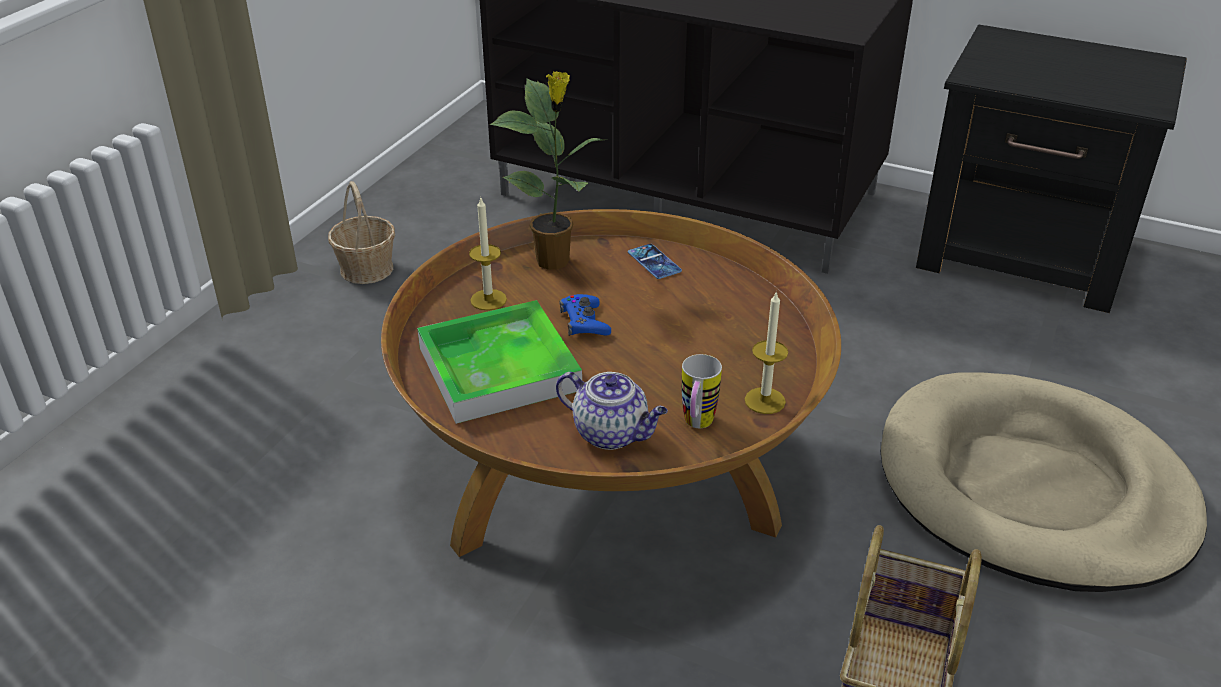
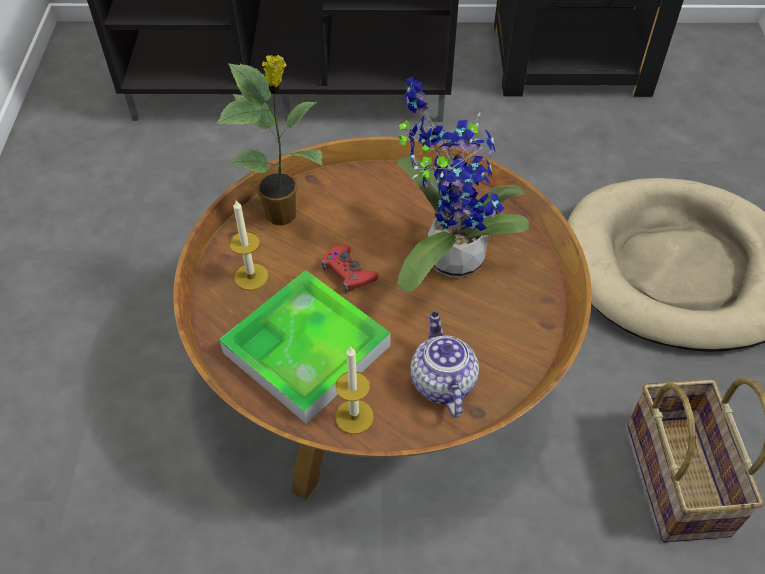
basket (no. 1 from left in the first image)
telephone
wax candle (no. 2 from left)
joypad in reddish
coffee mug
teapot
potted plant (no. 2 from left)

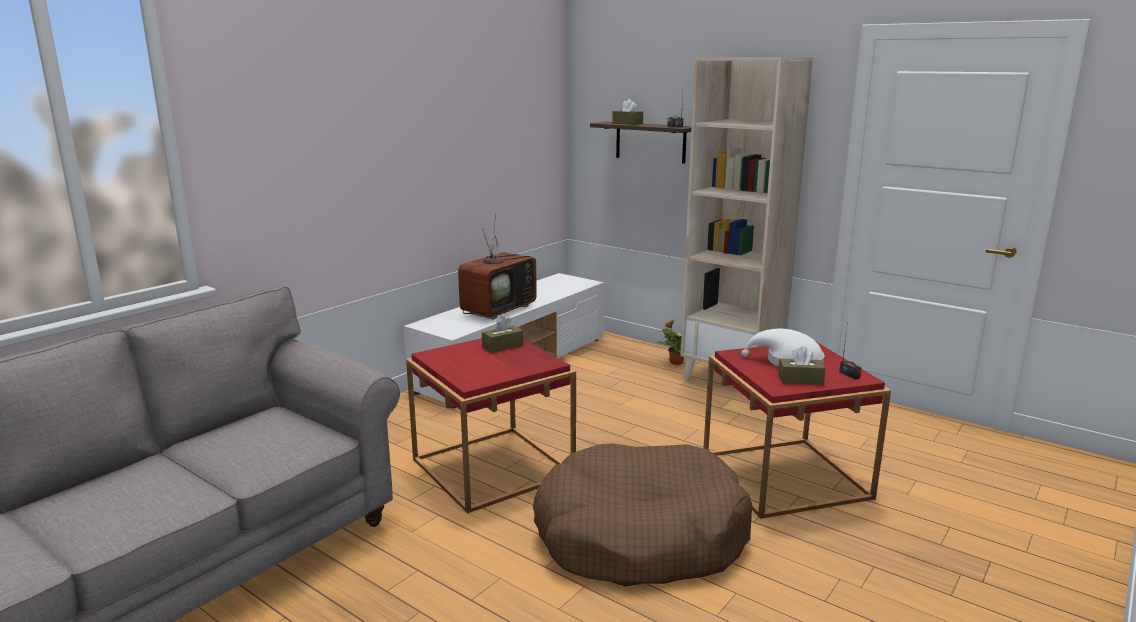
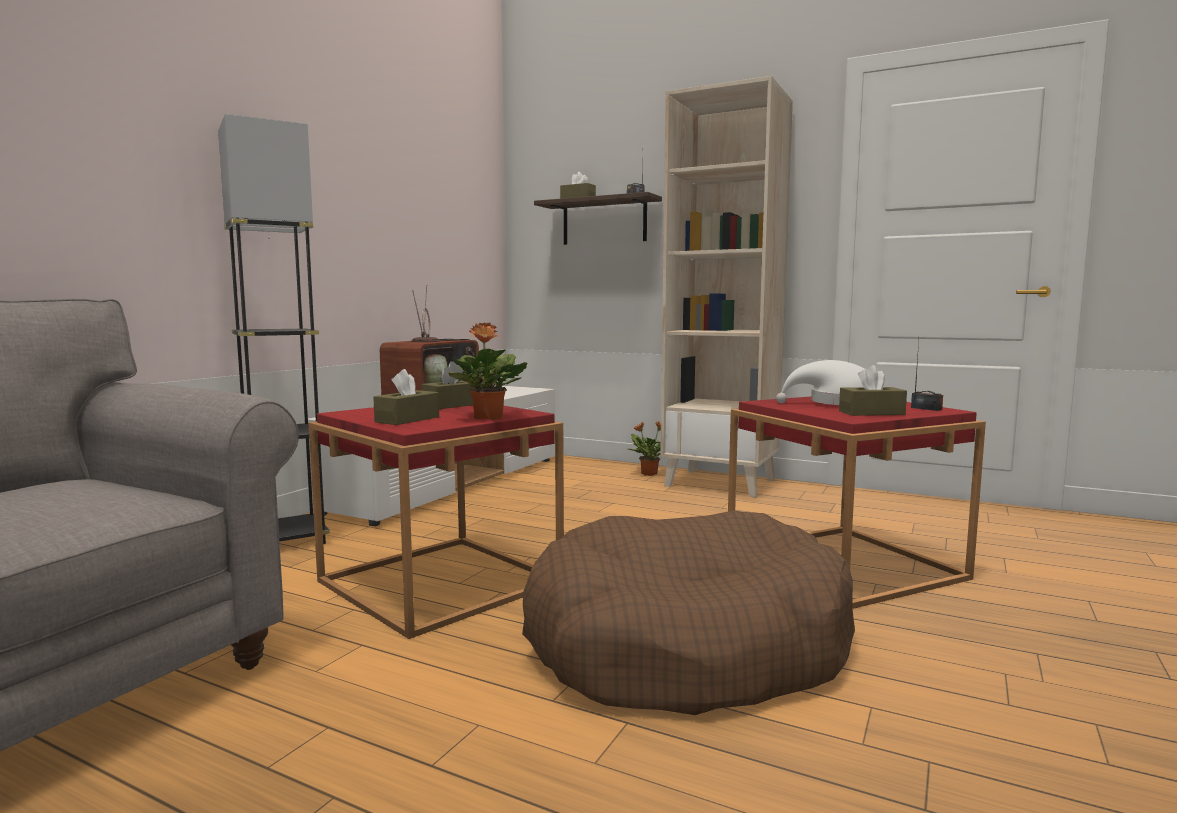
floor lamp in gray
potted plant (no. 1 from left)
tissue holder in brown-coloured (no. 1 from left)

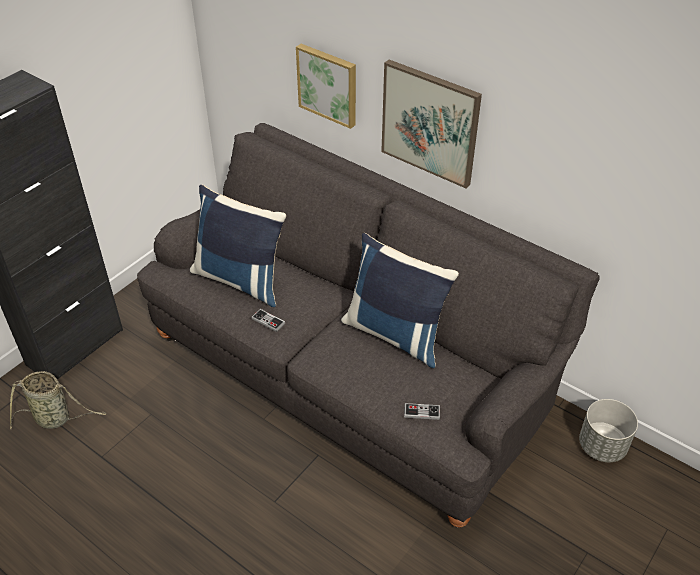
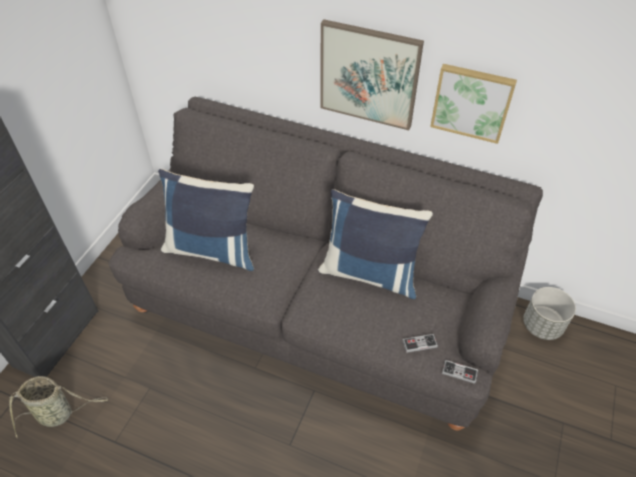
wall picture (no. 2 from left)
joypad (no. 2 from left)

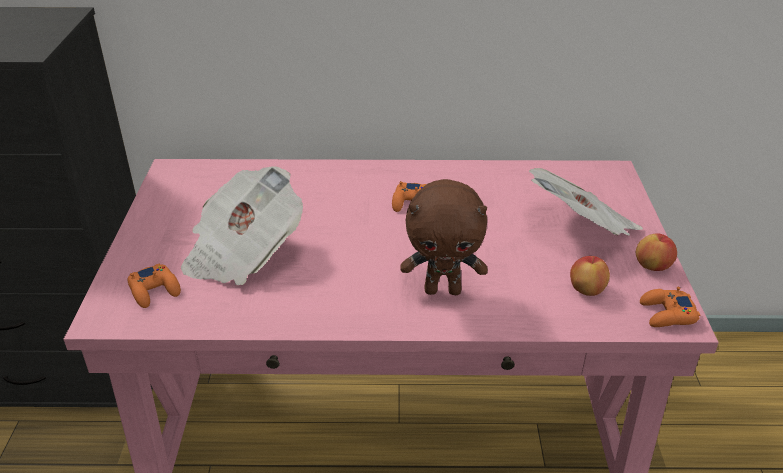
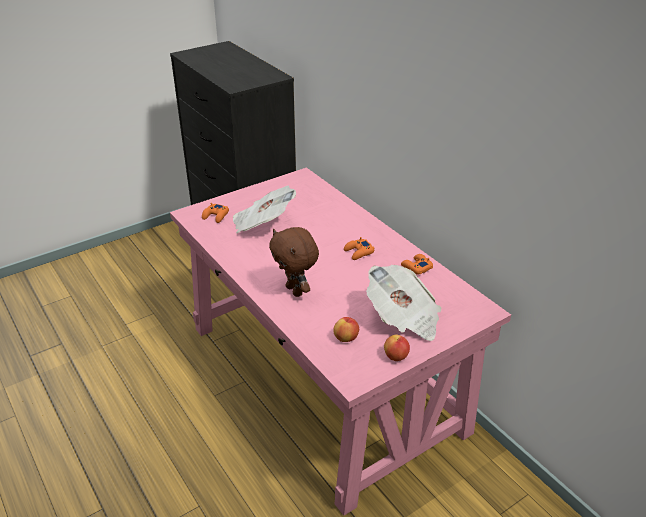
joypad in orangey (no. 3 from left)

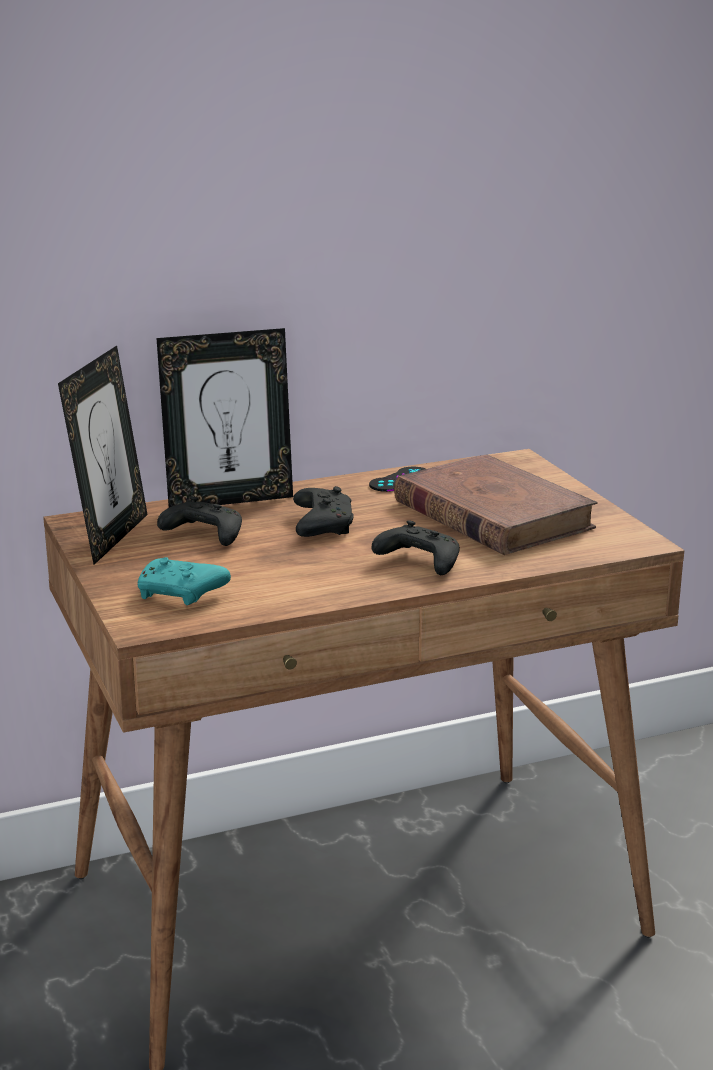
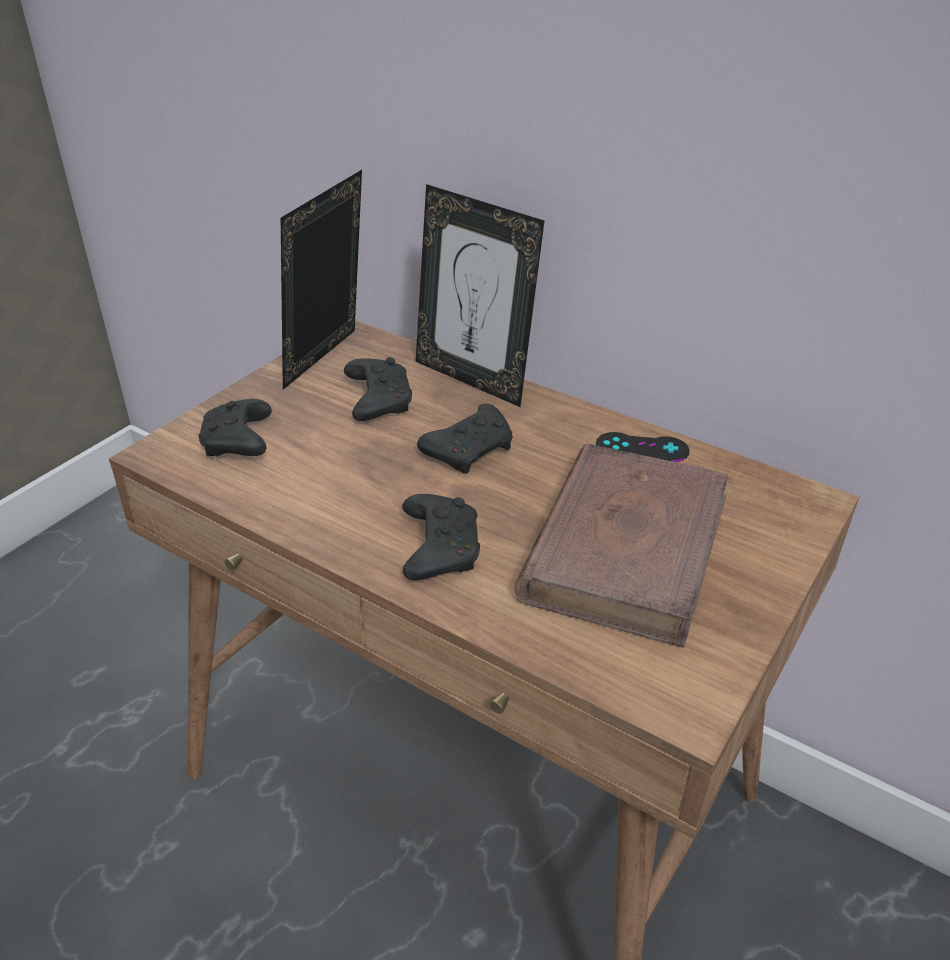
picture frame (no. 1 from left)
joypad in black-coloured (no. 1 from left)

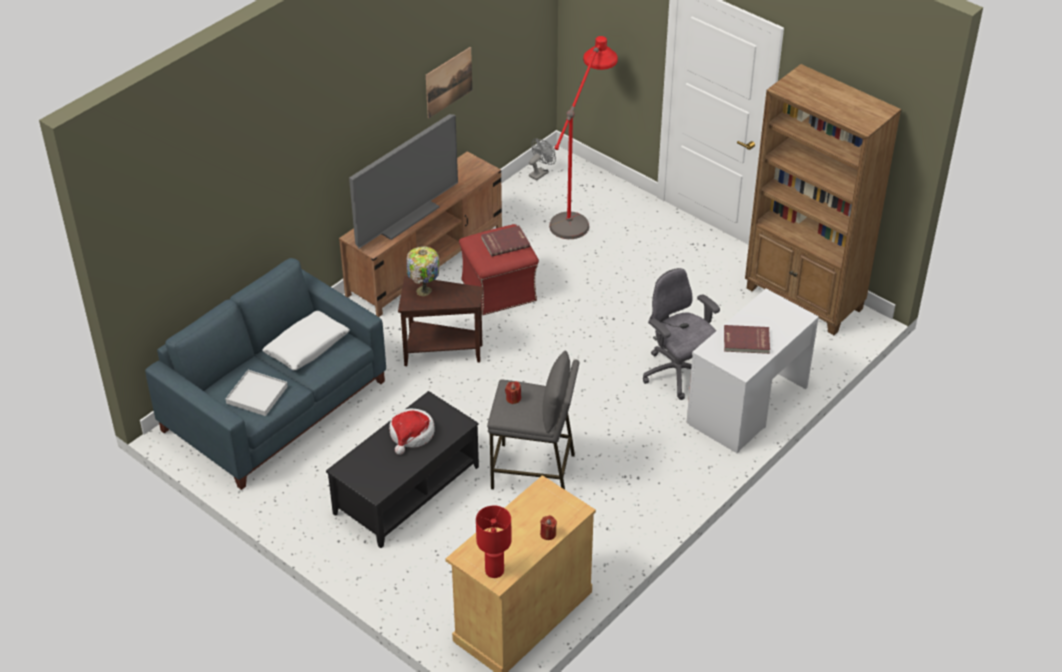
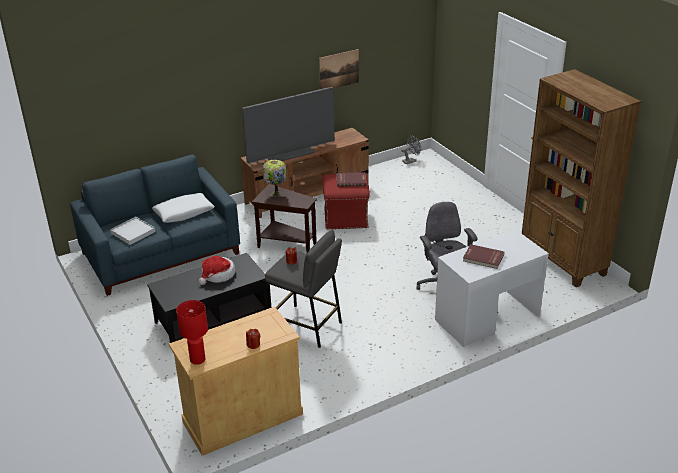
floor lamp in reddish

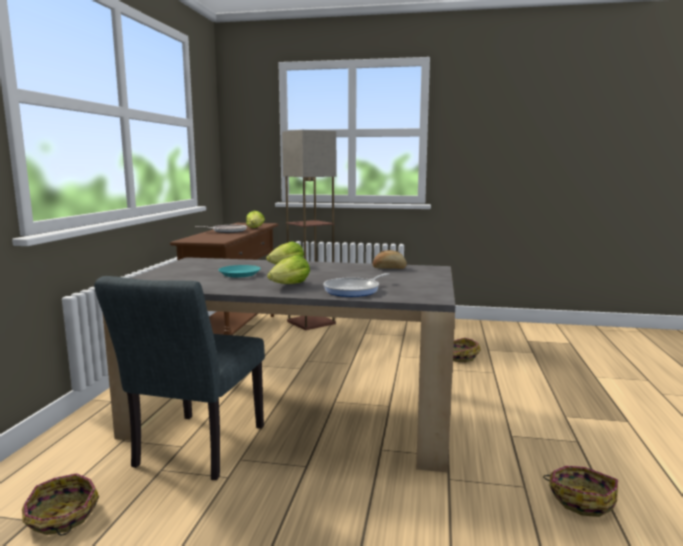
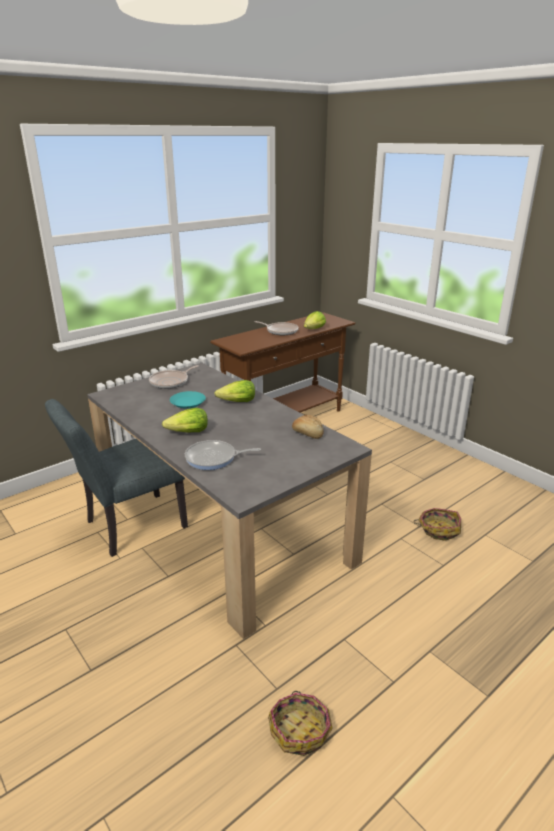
floor lamp
basket (no. 1 from left in the first image)
pan (no. 1 from left)

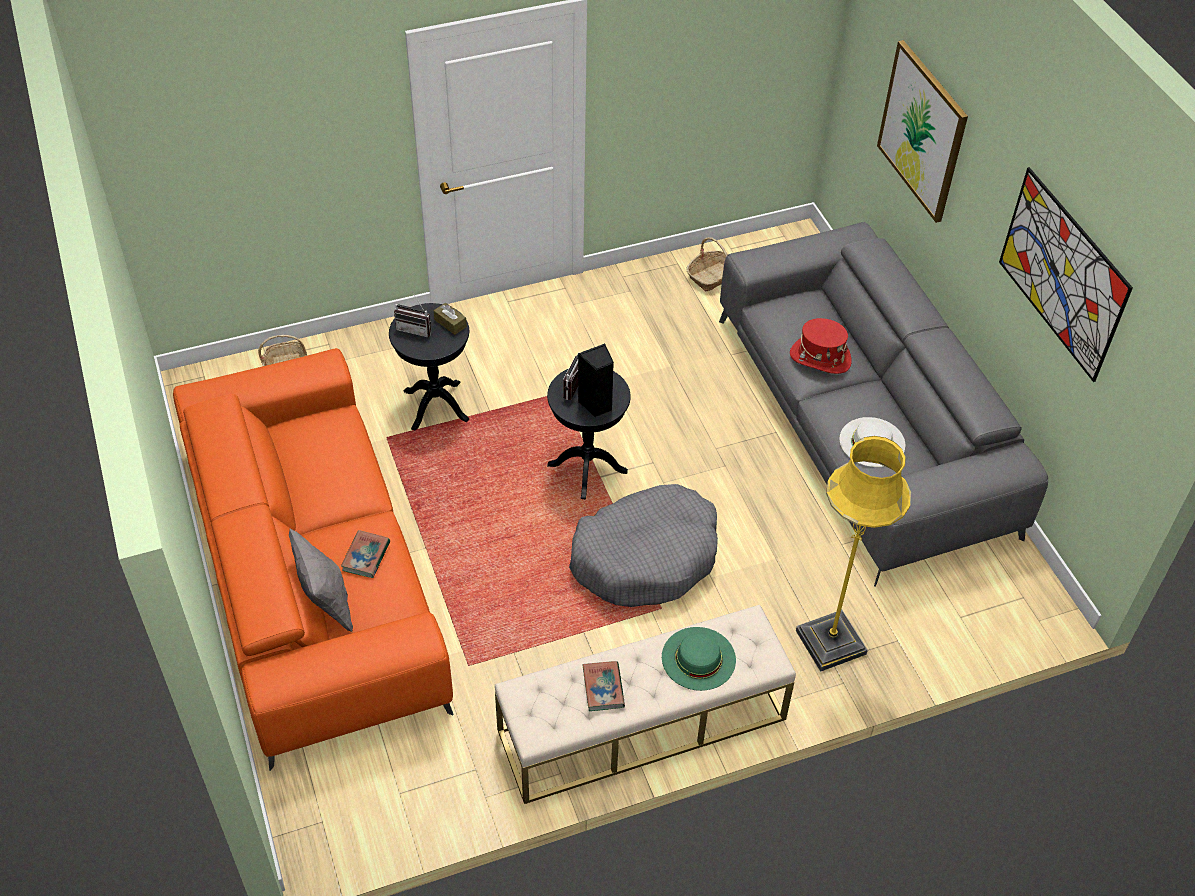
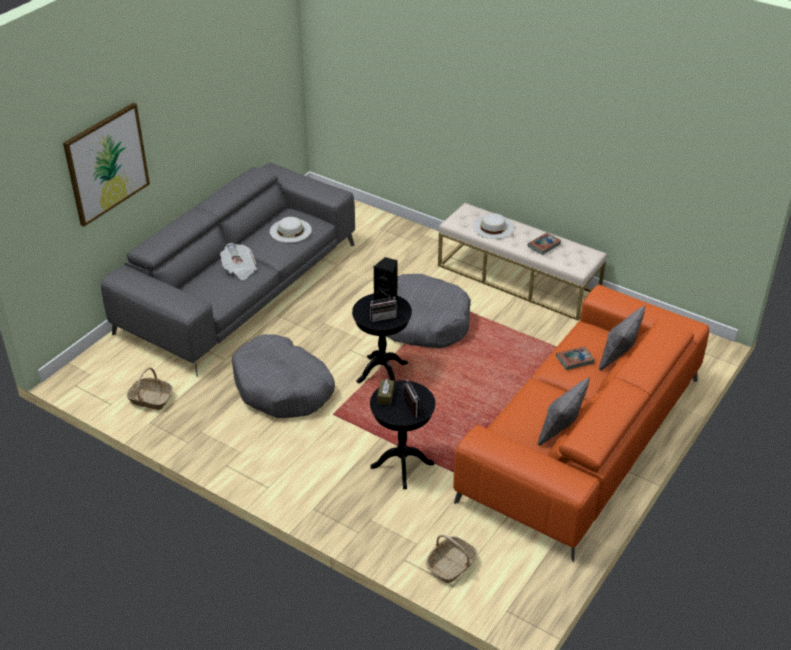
wall picture (no. 2 from left in the first image)
daily paper
floor lamp in yellowish
clothing hat in whitish (no. 2 from left)
dog bed in gray (no. 1 from left)
pillow in gray (no. 1 from left)

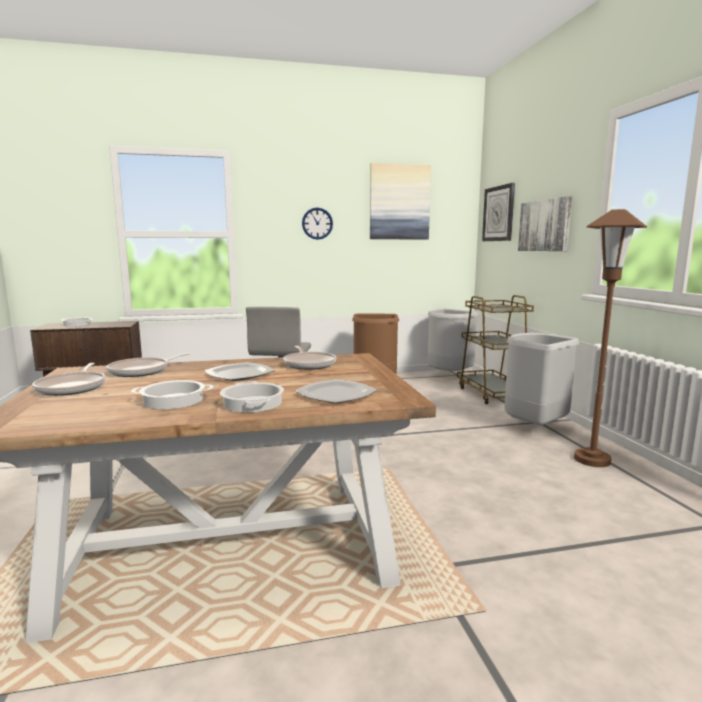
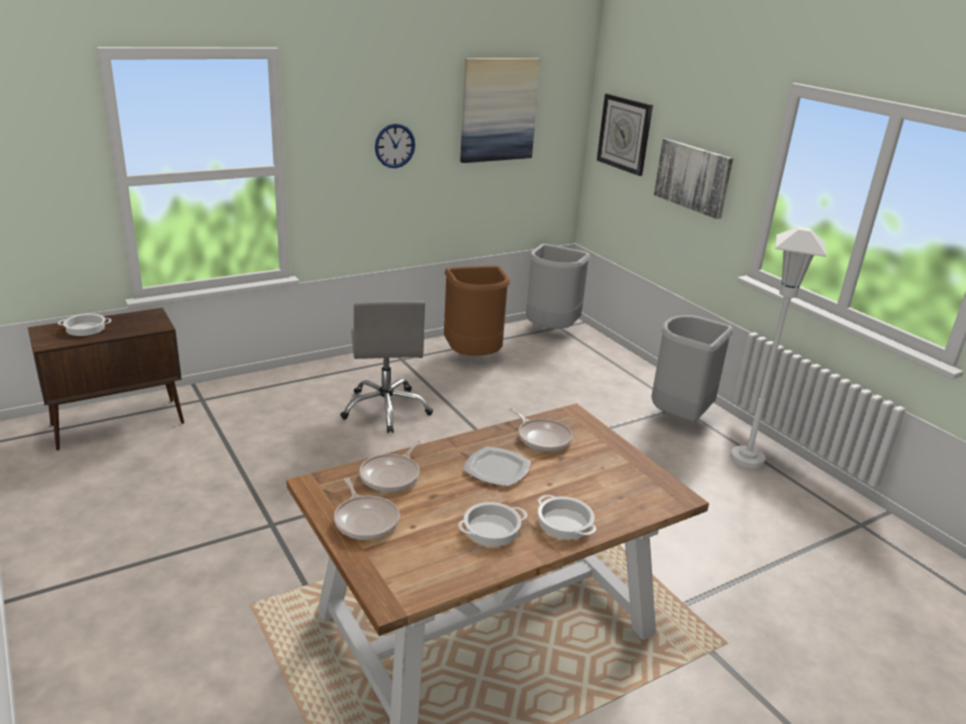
floor lamp in whitish
cart in brown-coloured
dinner plate (no. 2 from left in the first image)

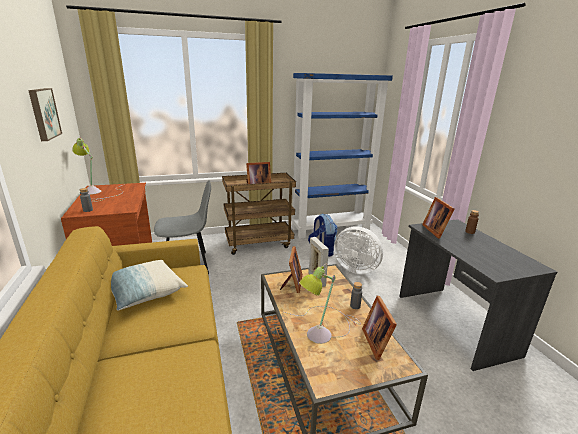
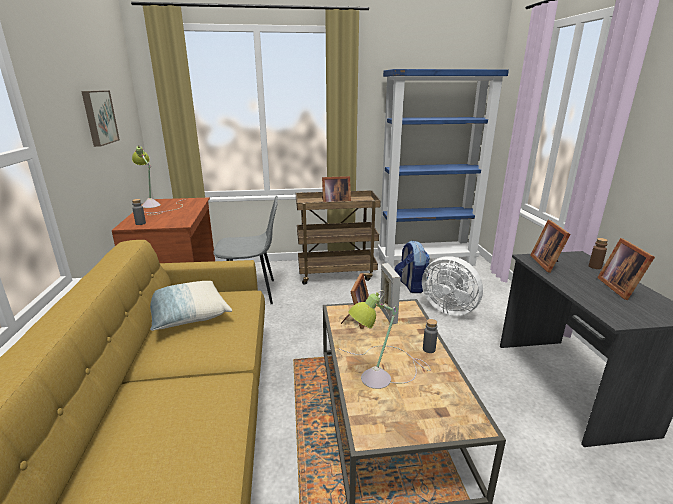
picture frame (no. 5 from left)

